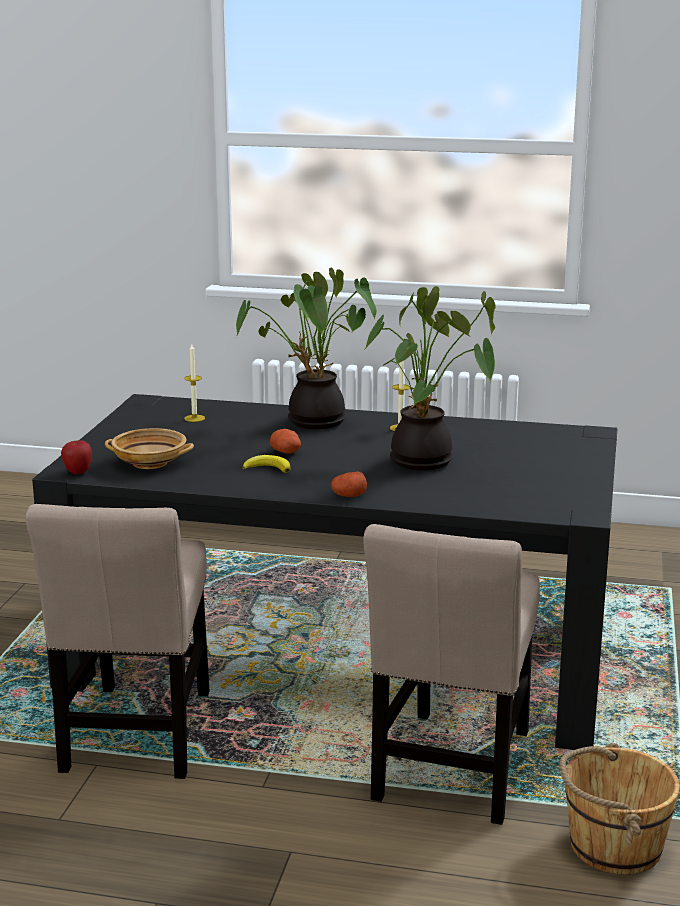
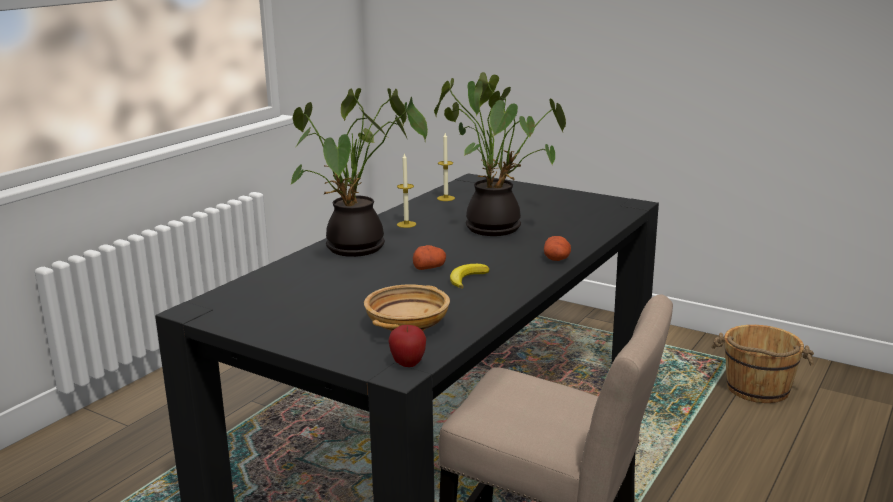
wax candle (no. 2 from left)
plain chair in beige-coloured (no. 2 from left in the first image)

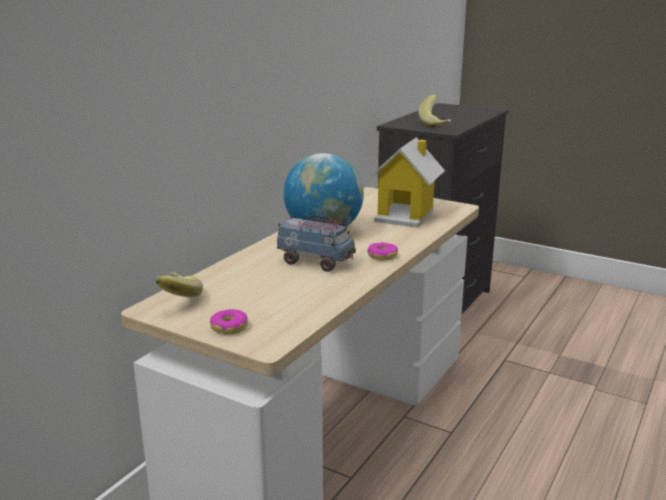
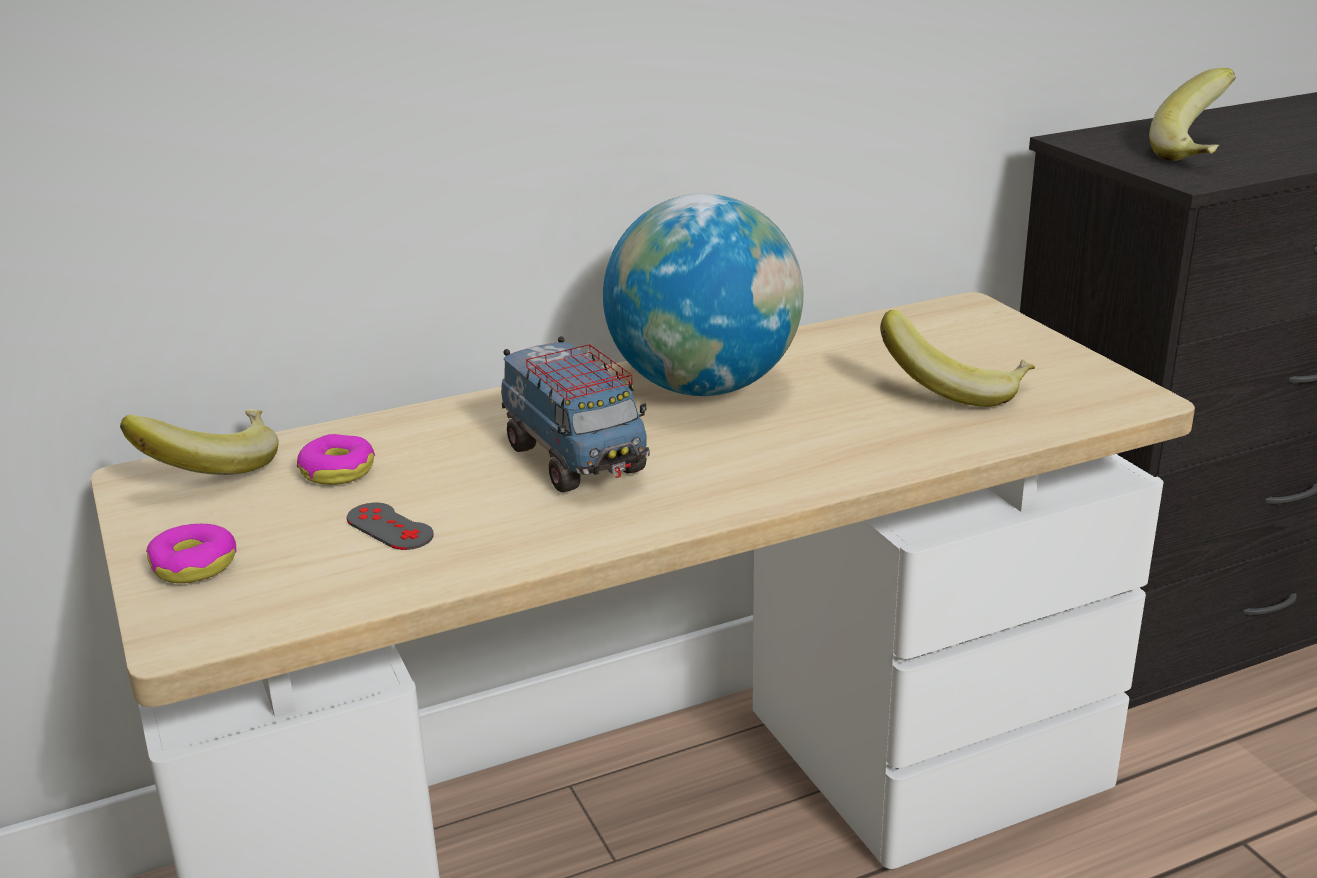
whole banana (no. 2 from left)
donut (no. 2 from left)
joypad in gray

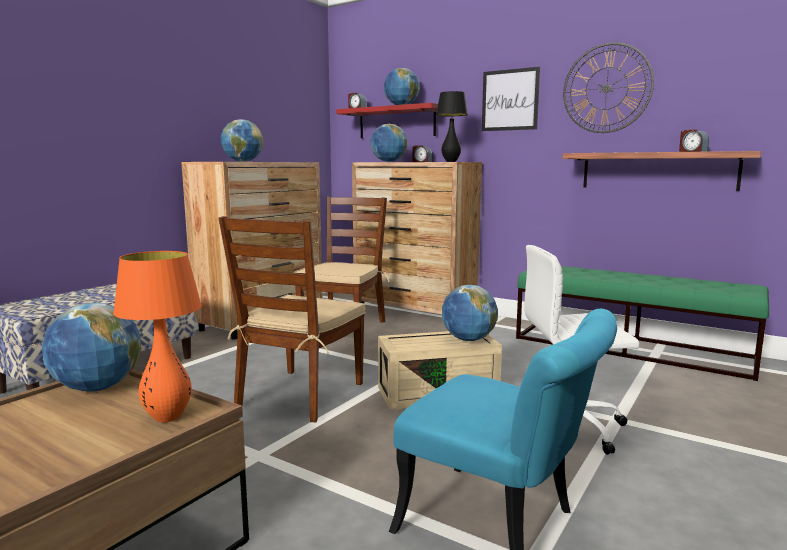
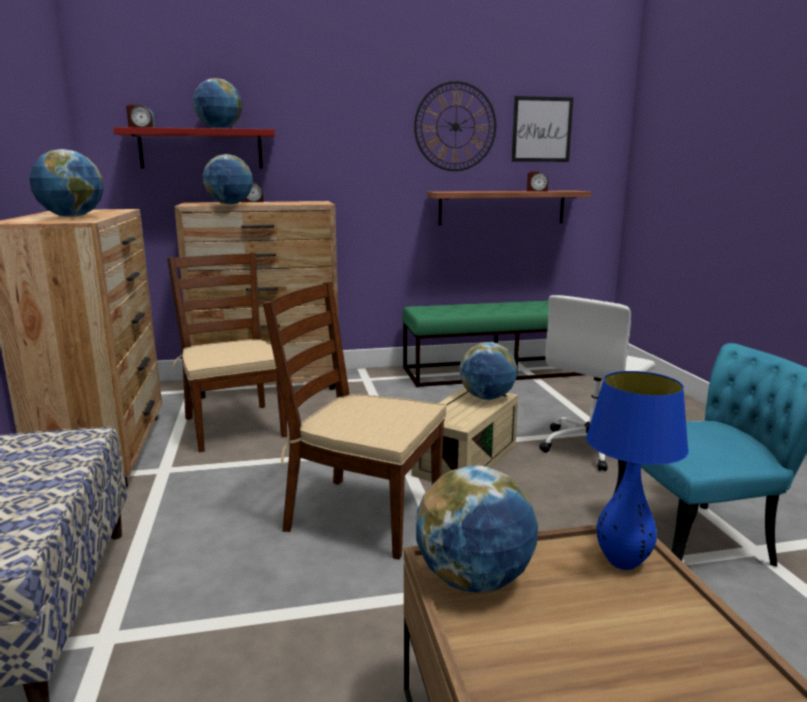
wall picture
lamp for a table in black-coloured
plain chair in brown-coloured (no. 2 from left)
lamp for a table in blue-coloured

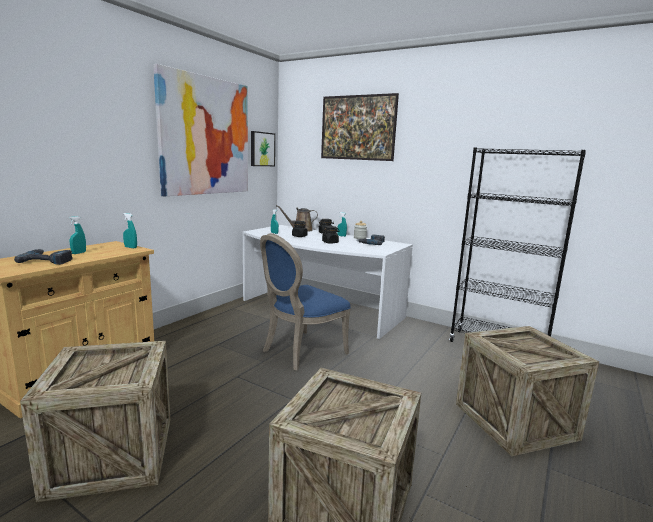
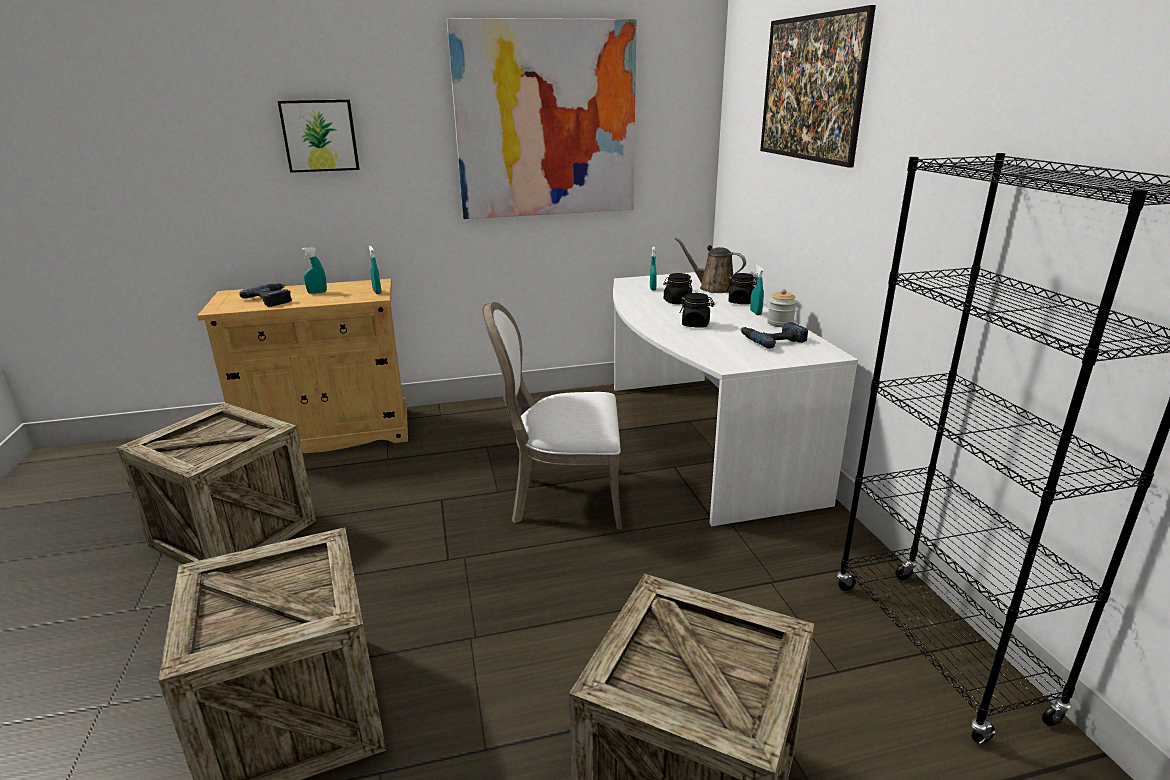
wall picture (no. 1 from left)
plain chair in whitish

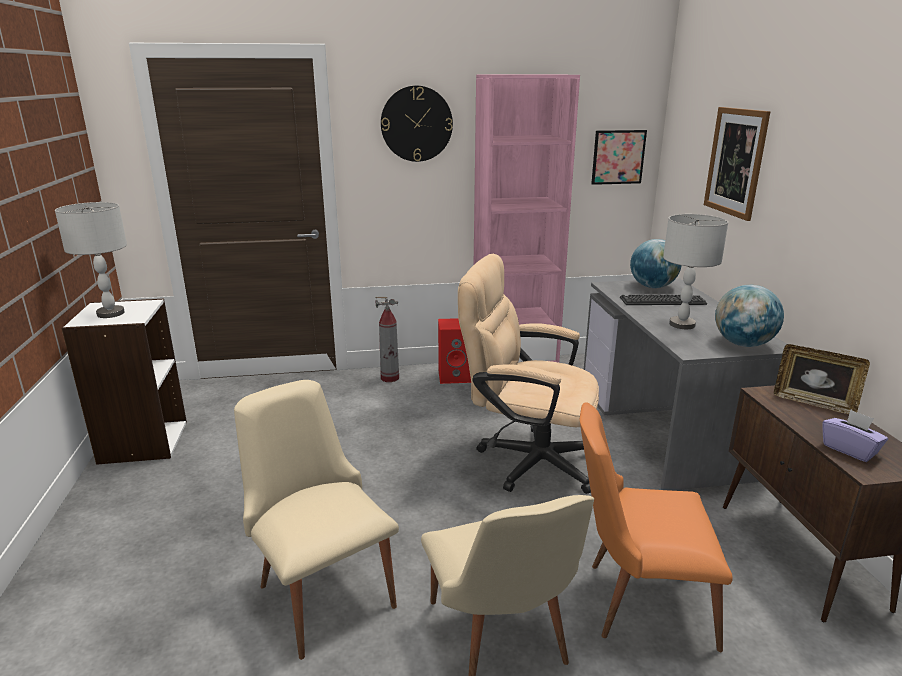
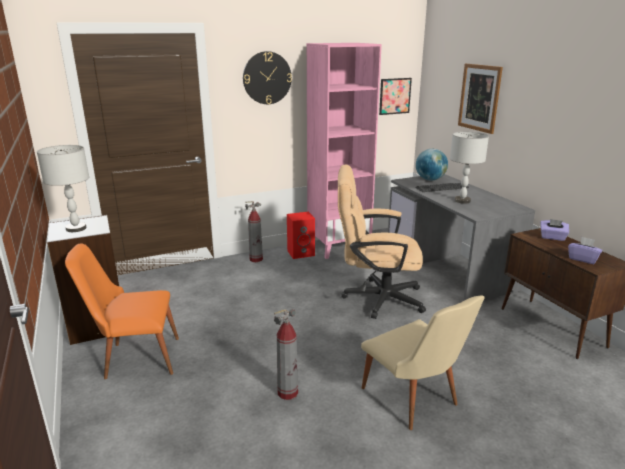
desk globe (no. 2 from left in the first image)
tissue holder in purplish (no. 1 from left)
fire extinguisher (no. 2 from left)
plain chair in orangey

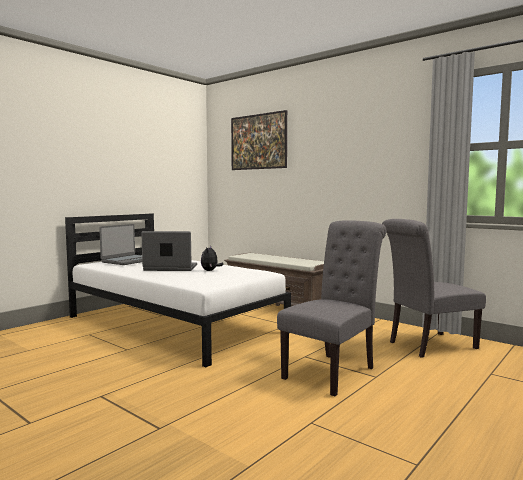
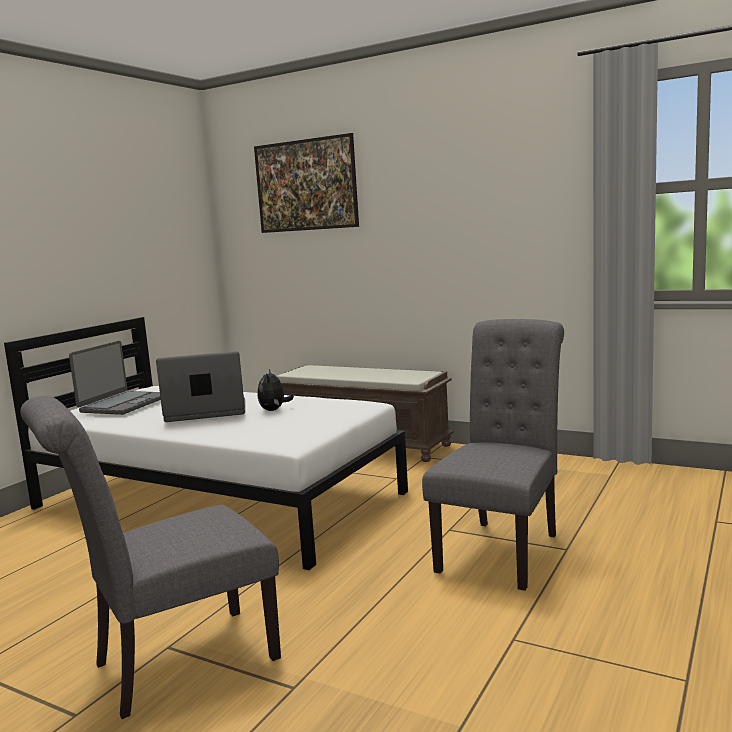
plain chair in gray (no. 1 from left)

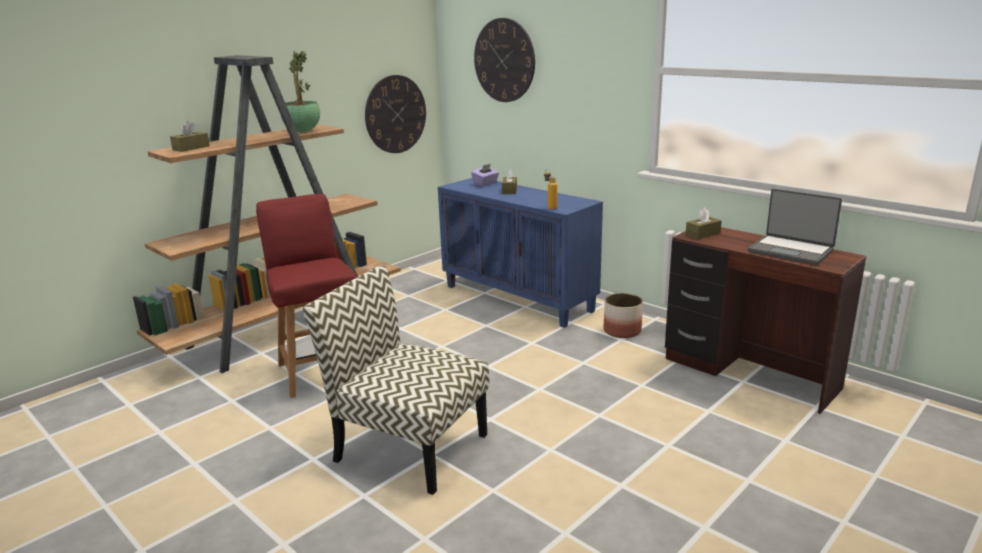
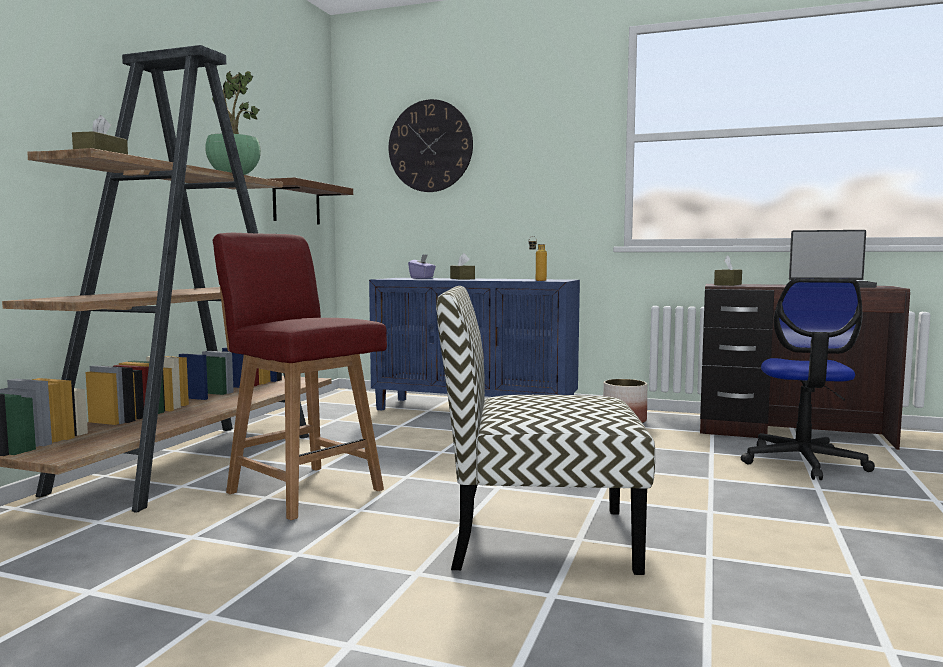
bracket shelf in brown-coloured
office chair

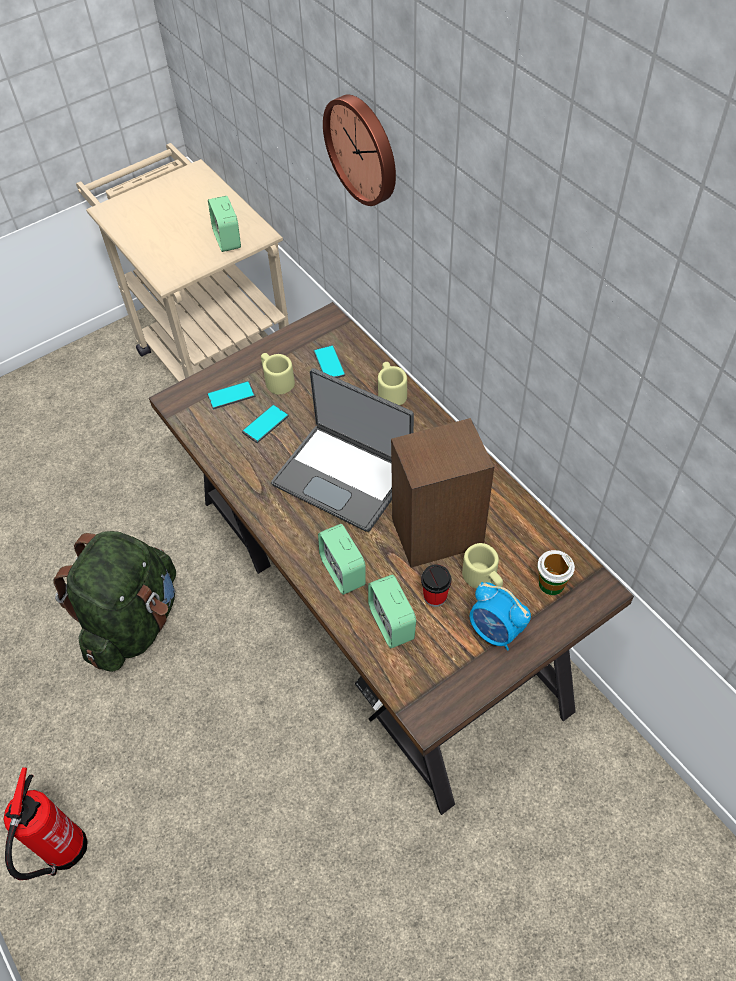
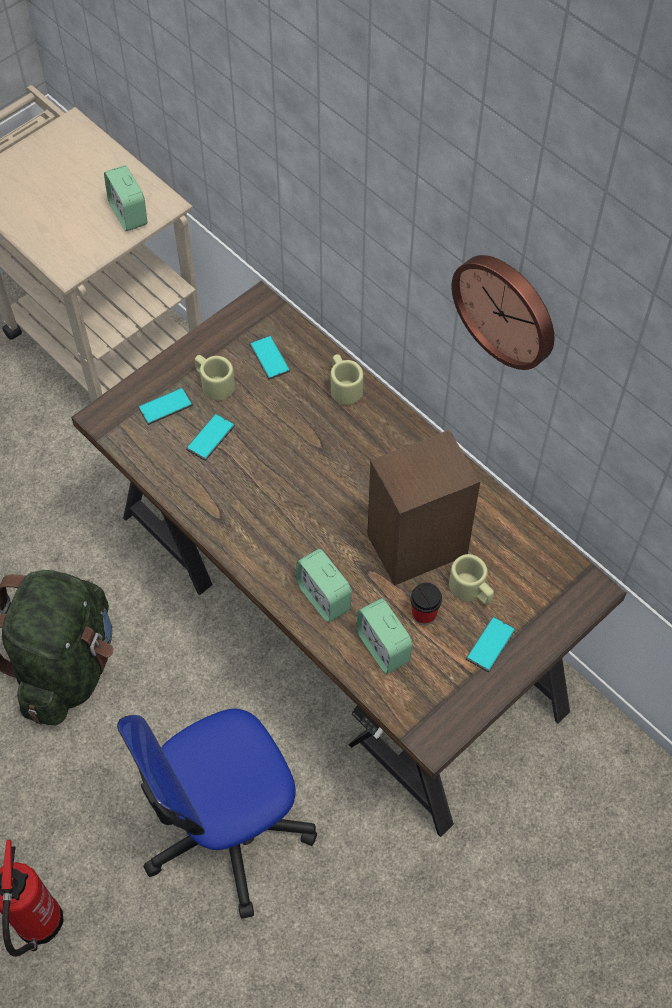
clock on the wall
notebook computer
cup (no. 2 from left in the first image)
telephone (no. 4 from left)
office chair

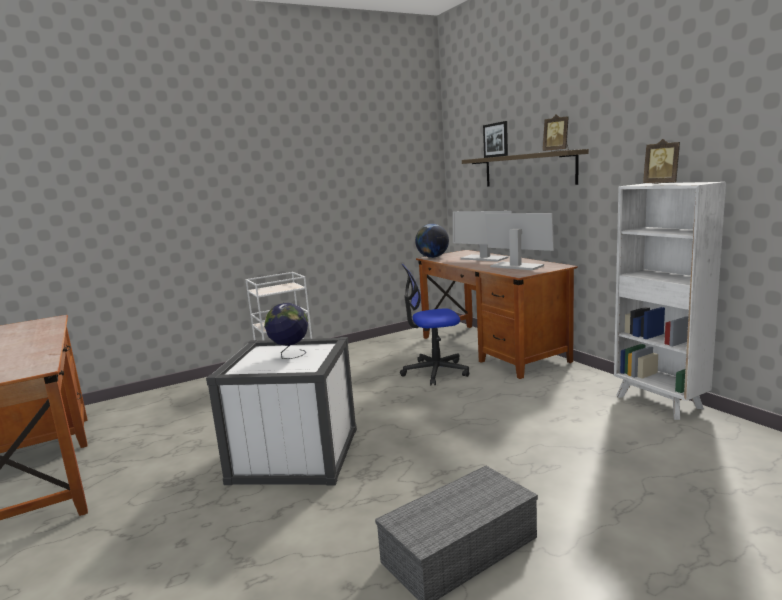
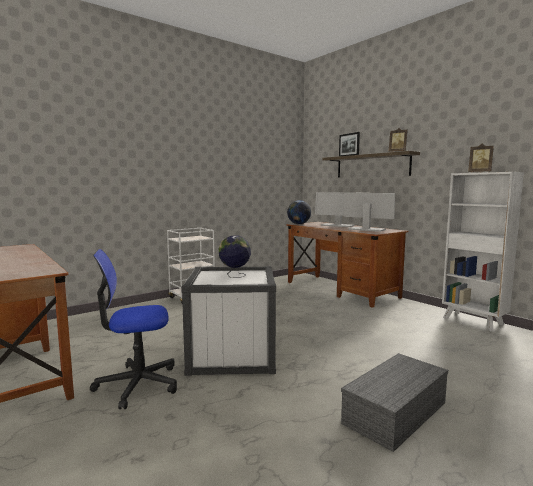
office chair

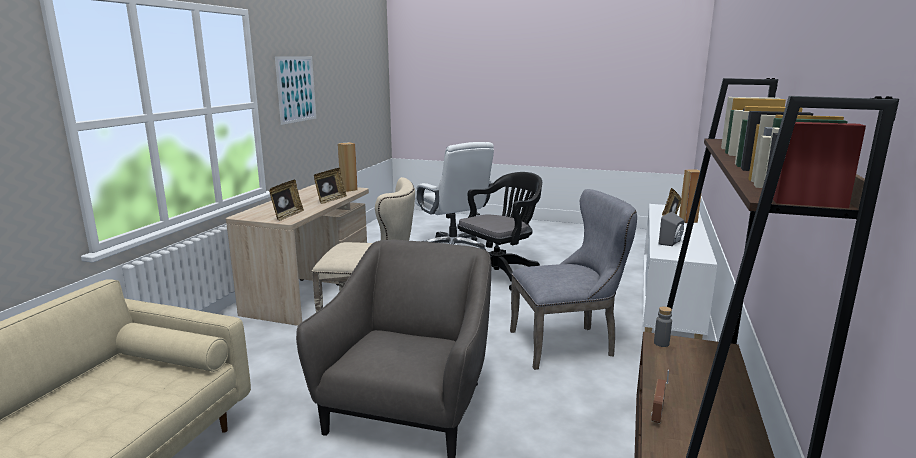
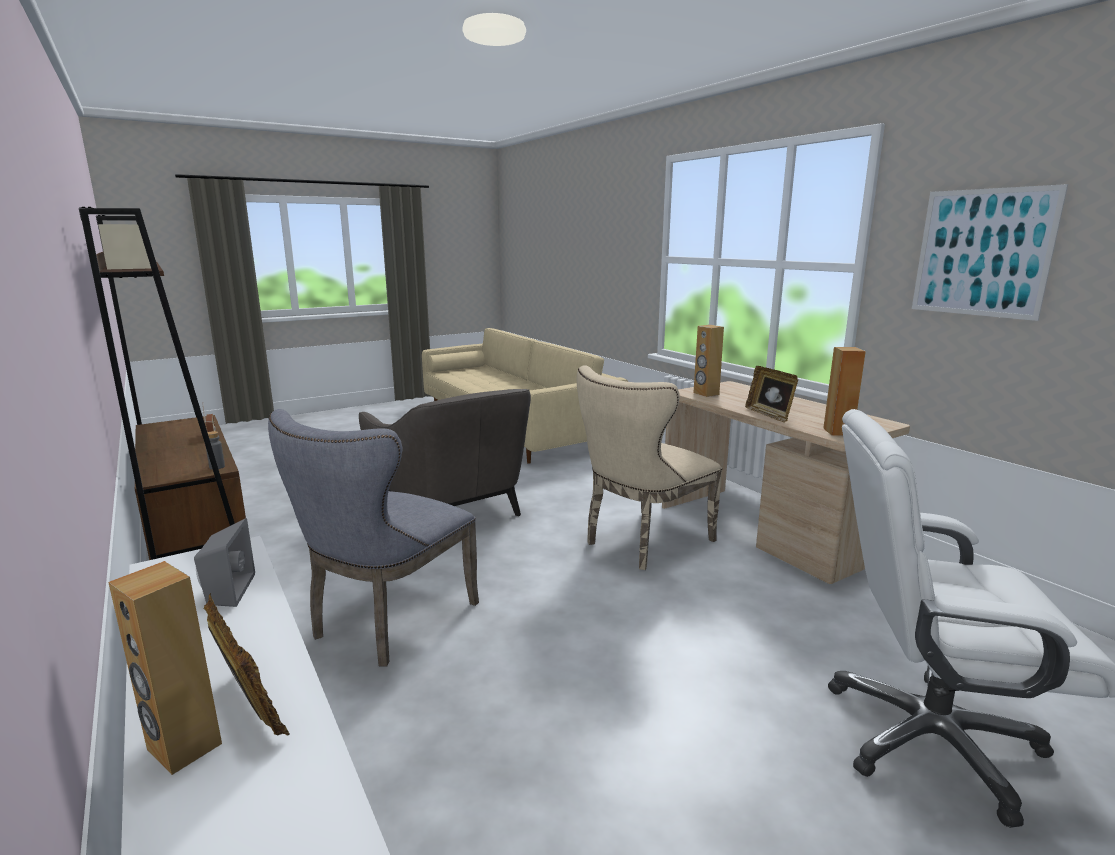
office chair in black-coloured
loudspeaker in brown-coloured (no. 2 from left)

